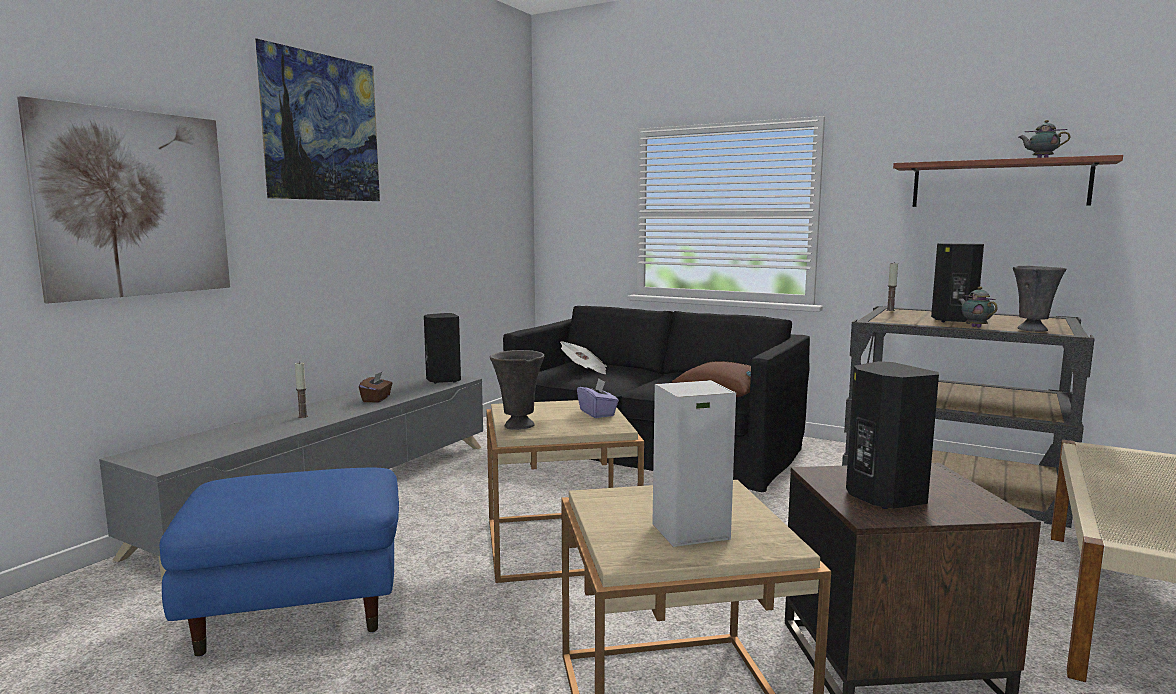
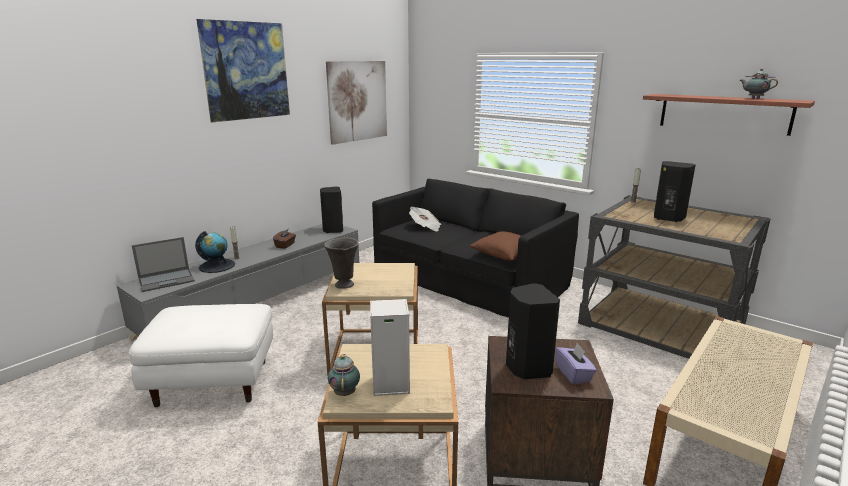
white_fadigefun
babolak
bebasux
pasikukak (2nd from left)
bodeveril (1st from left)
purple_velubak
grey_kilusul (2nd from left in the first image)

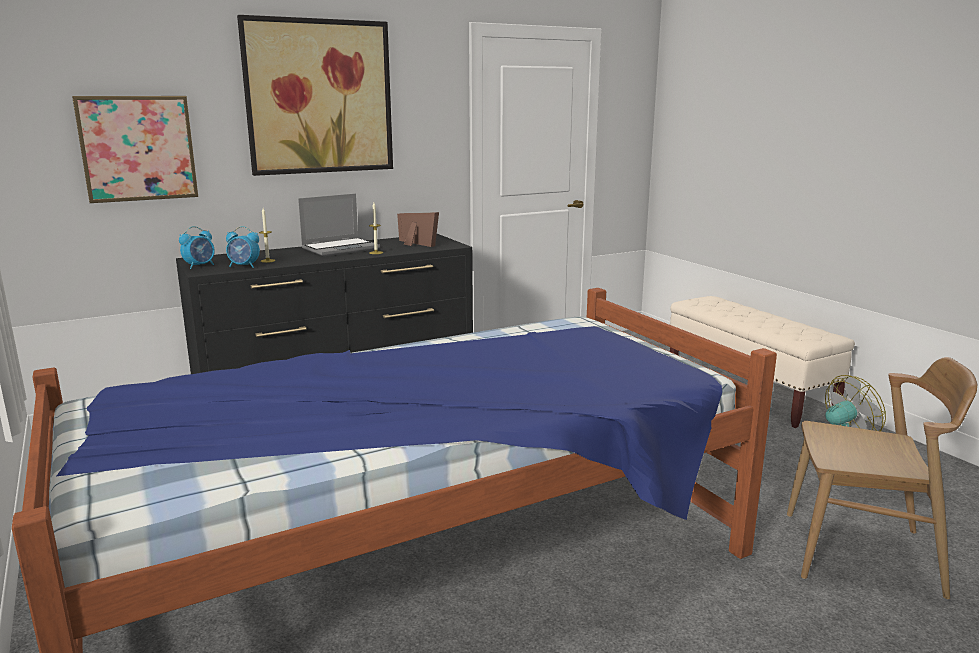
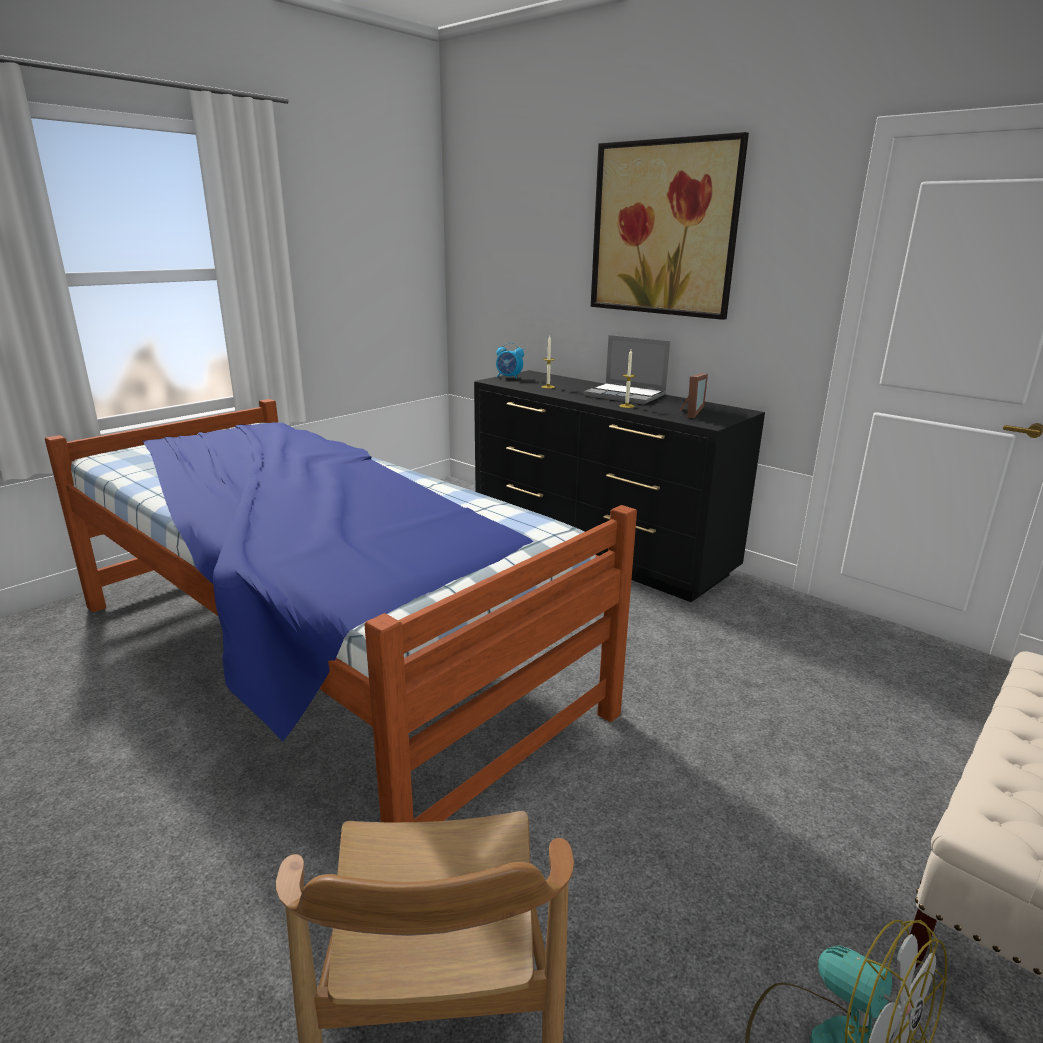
pasikukak (1st from left in the first image)
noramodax (2nd from left in the first image)

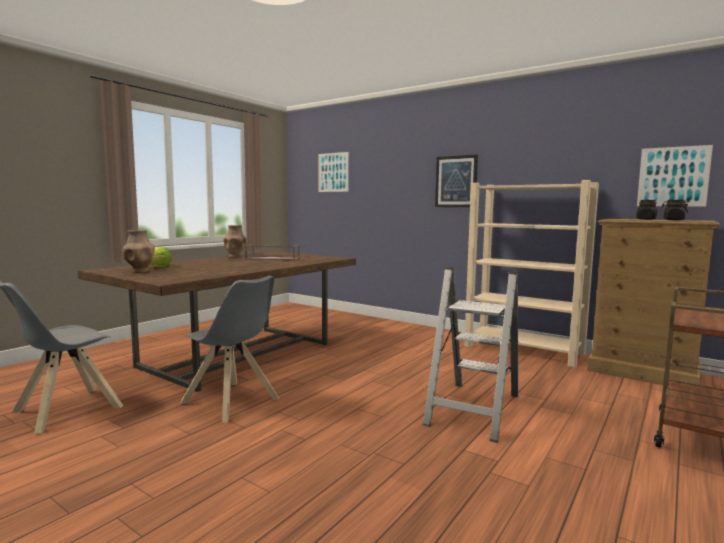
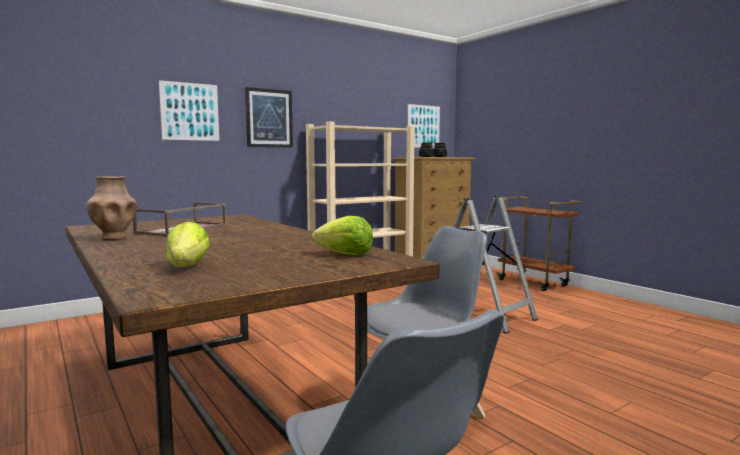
pasikukak (1st from left)
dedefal (2nd from left)
brown_kilusul (1st from left in the first image)

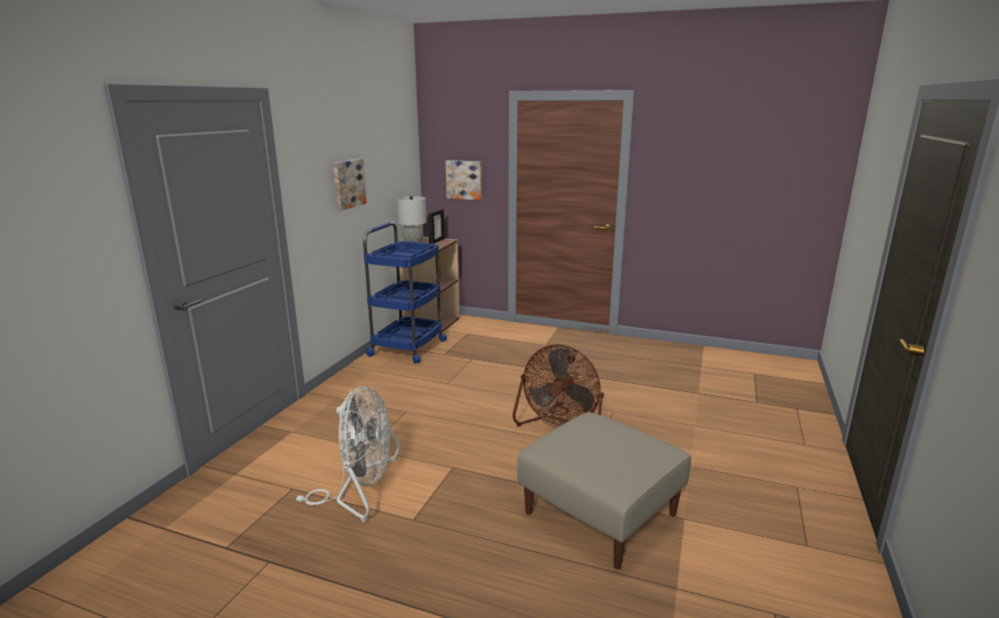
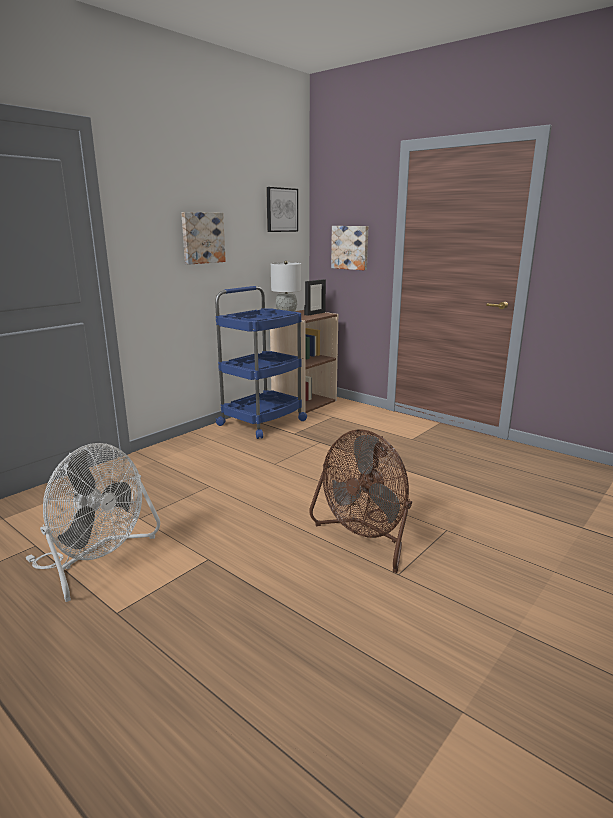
pasikukak (2nd from left)
beige_fadigefun

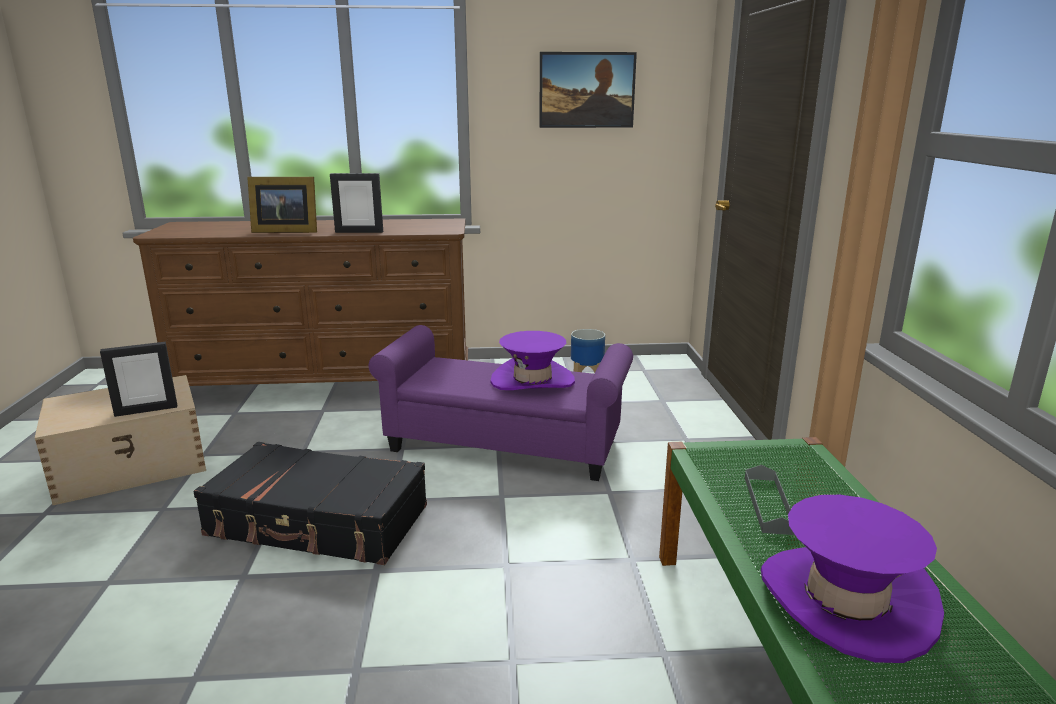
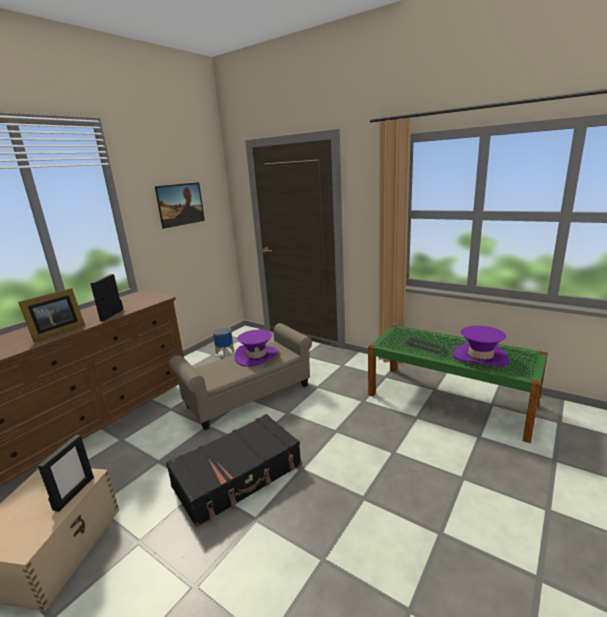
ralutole (3rd from left)
beige_fadigefun

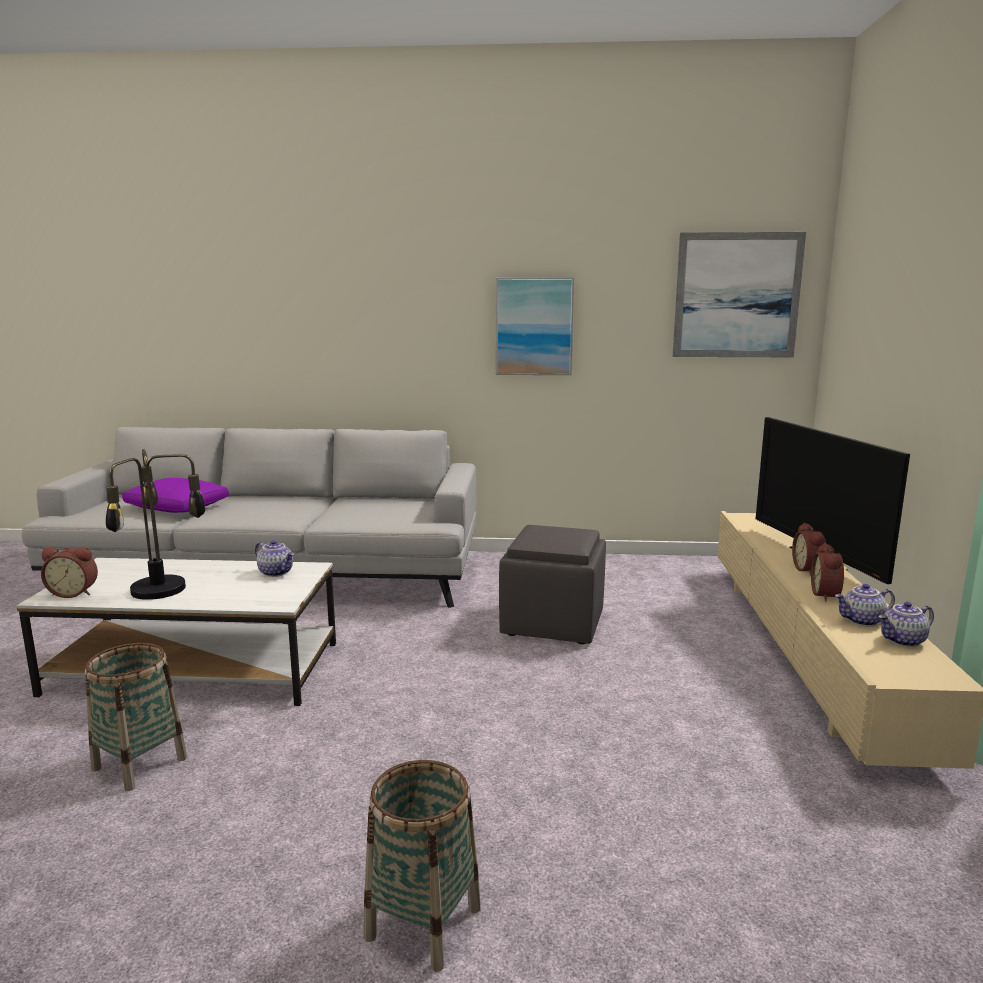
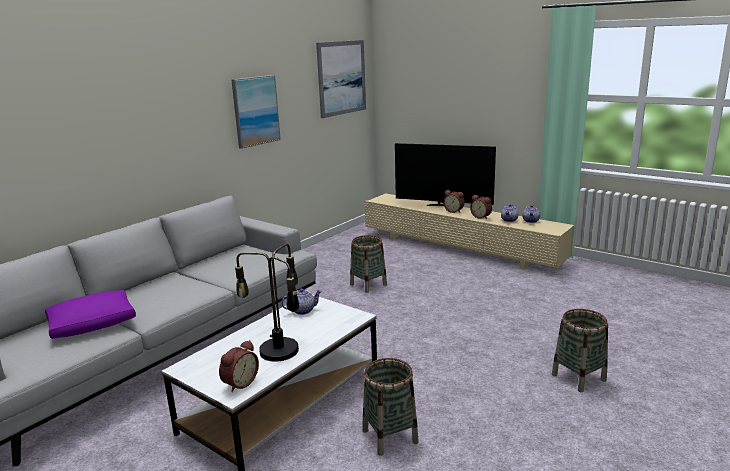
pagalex (1st from left)

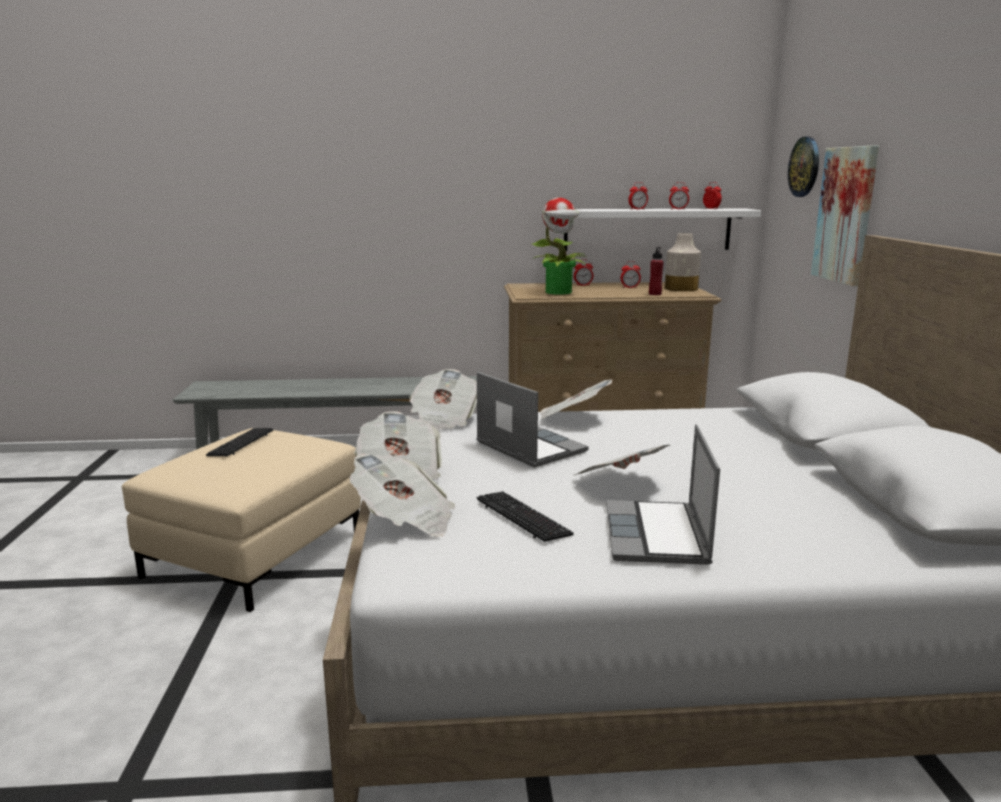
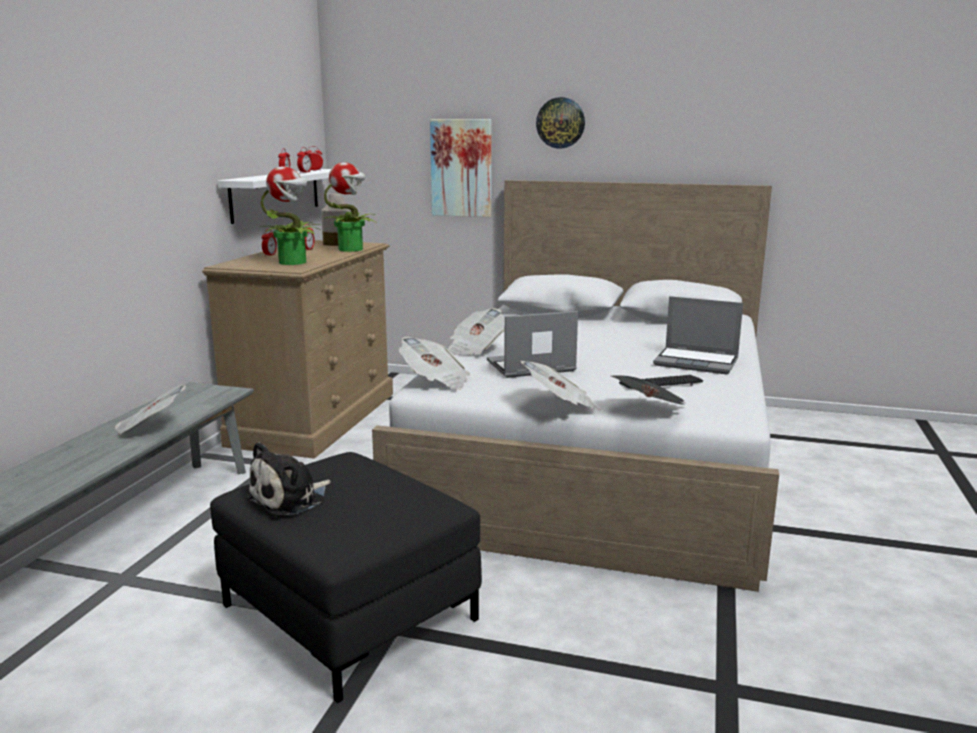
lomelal (1st from left)
black_fadigefun
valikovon
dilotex (2nd from left)
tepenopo

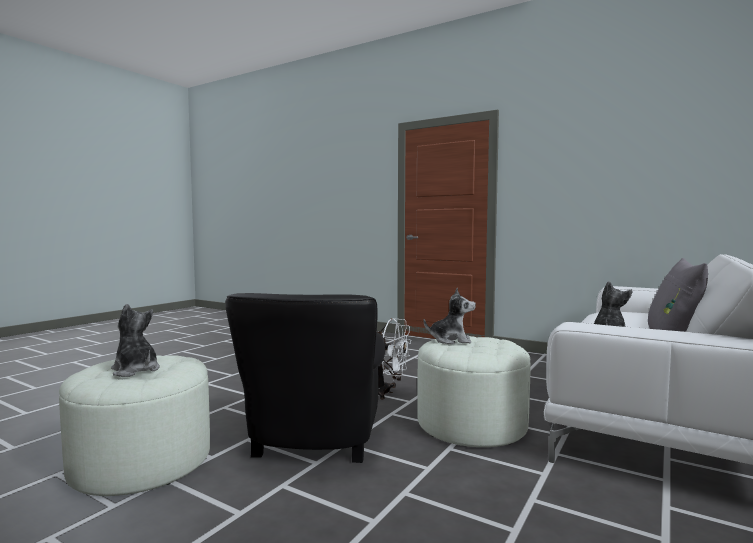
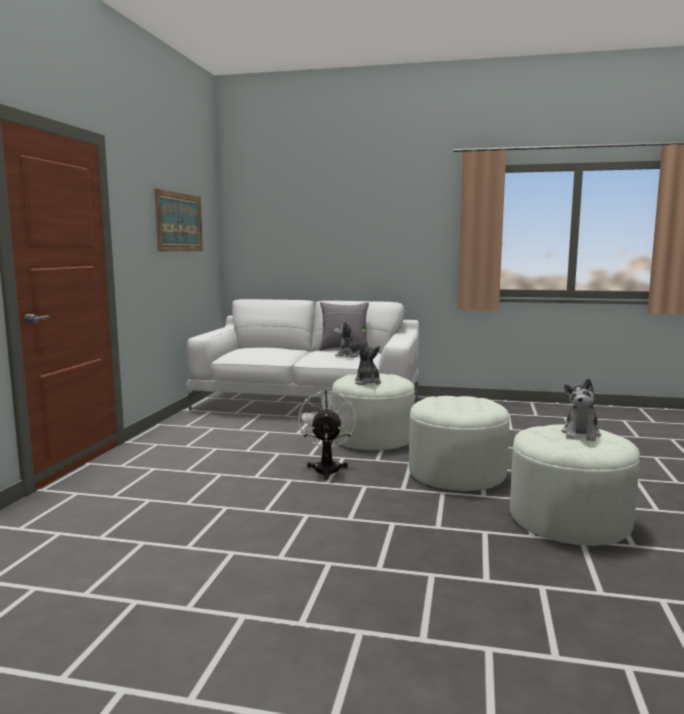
pasikukak
white_fadigefun (2nd from left)

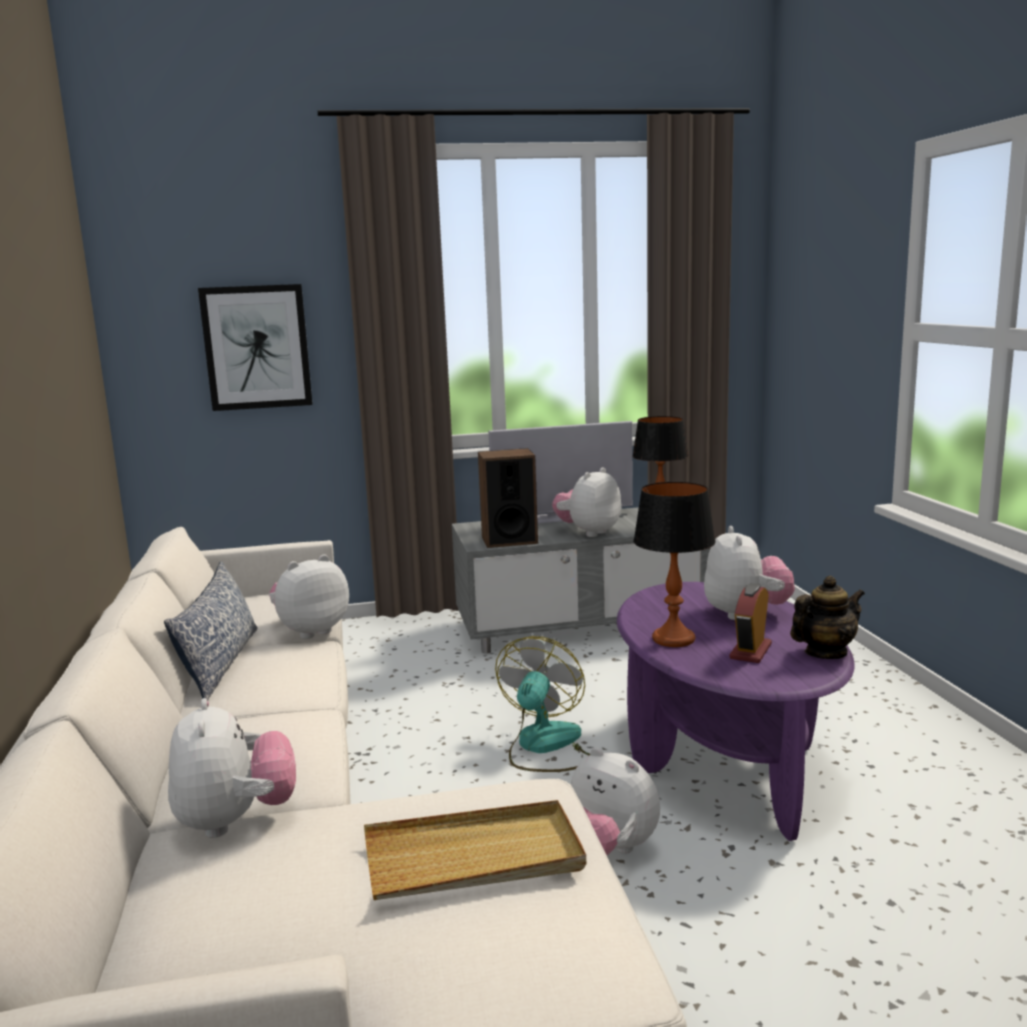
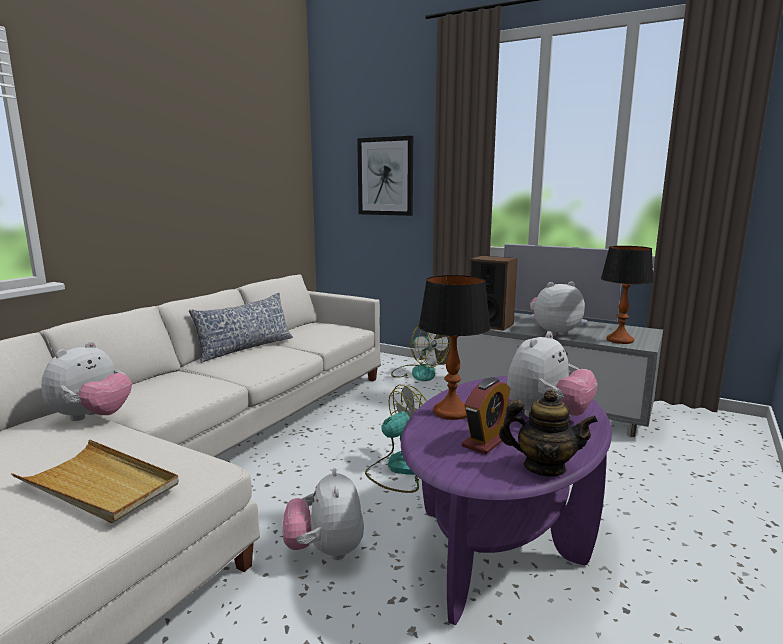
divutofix (2nd from left)
noramodax
valikovon (2nd from left in the first image)

